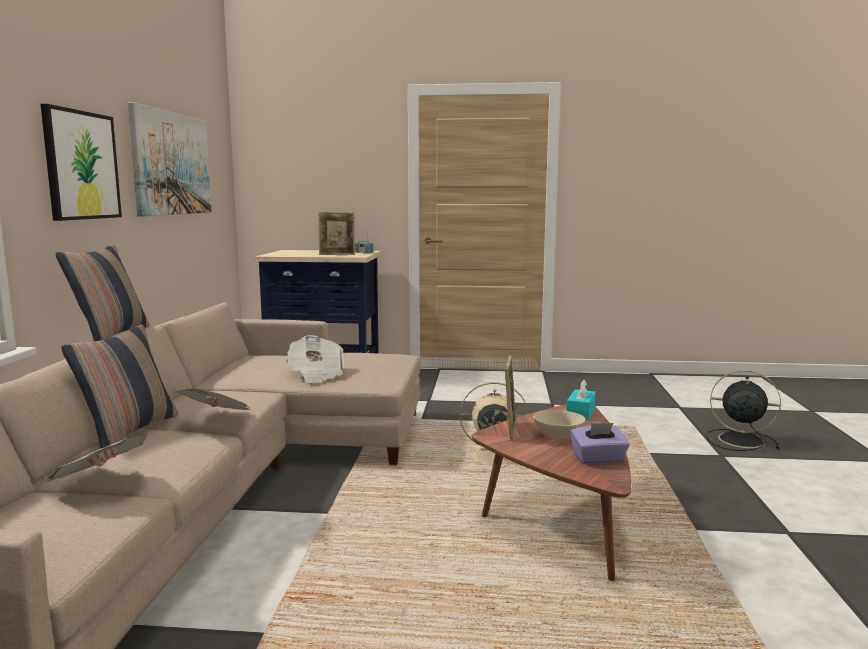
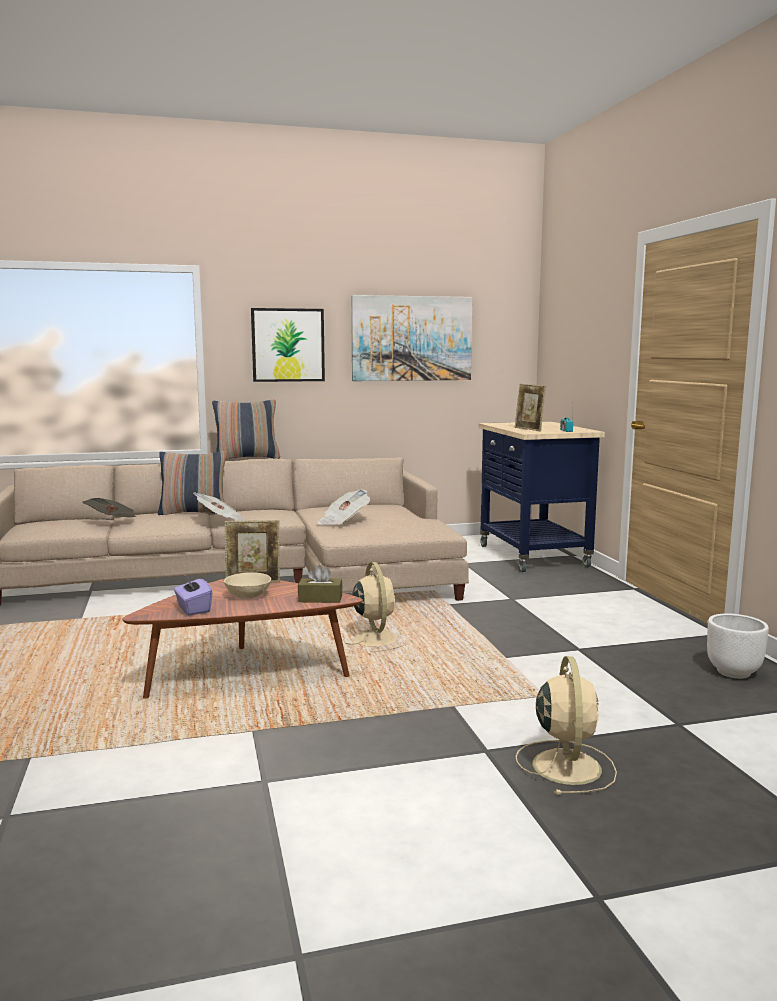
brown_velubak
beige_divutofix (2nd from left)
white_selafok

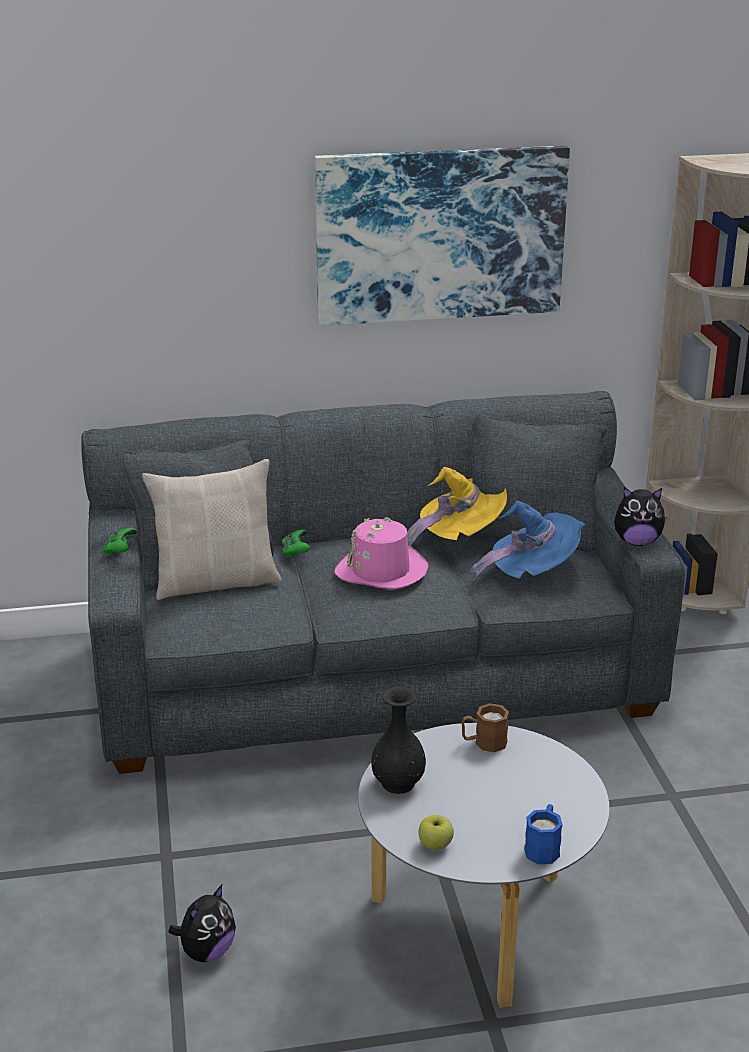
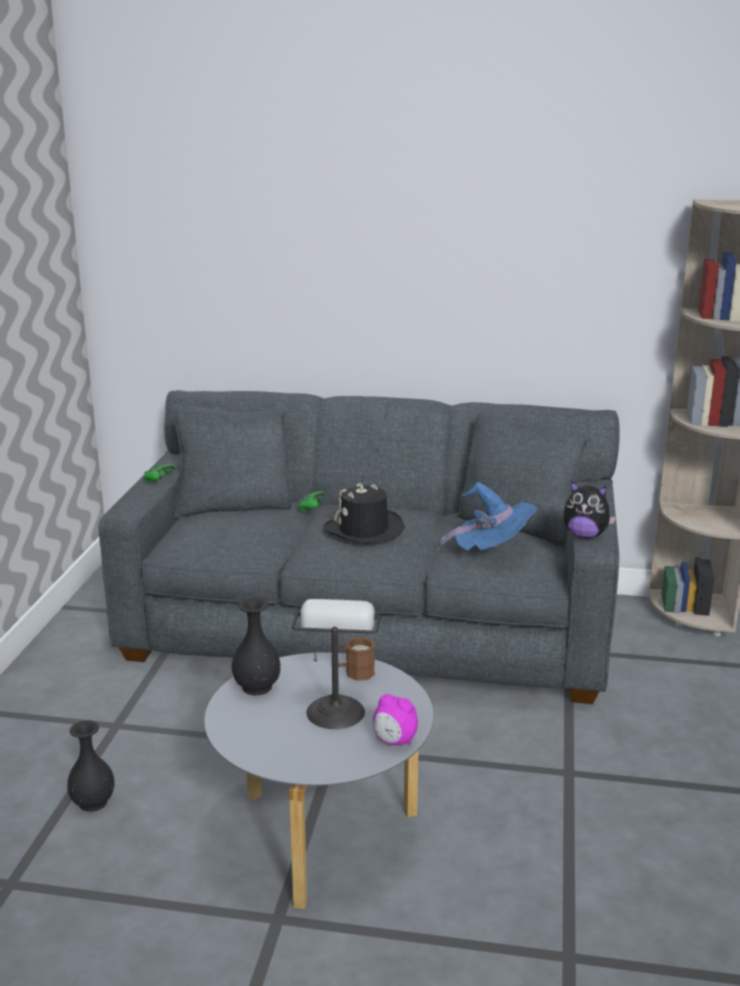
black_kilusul (1st from left)
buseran
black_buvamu
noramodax
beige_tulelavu
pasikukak
yellow_buvamu
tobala
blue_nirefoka

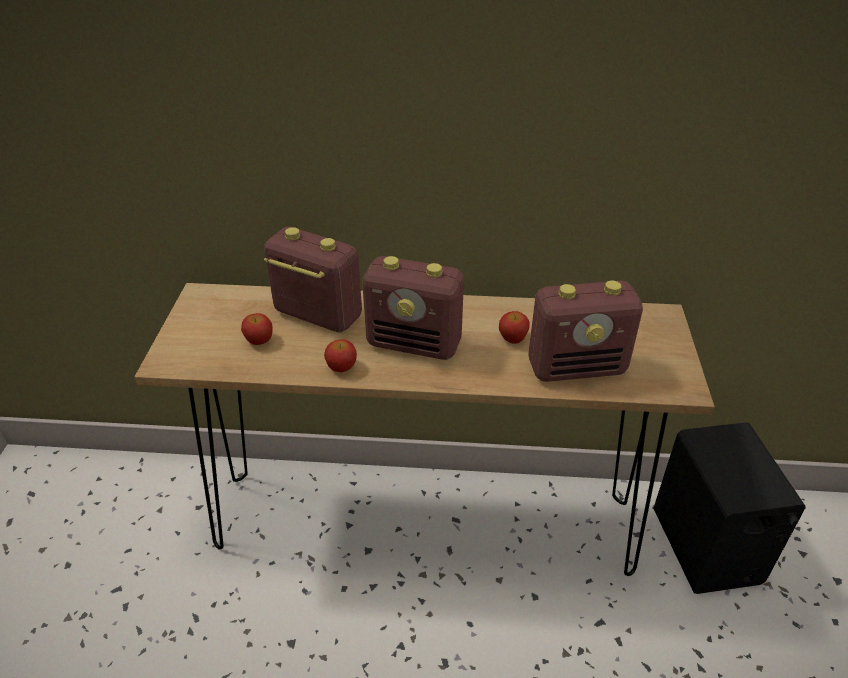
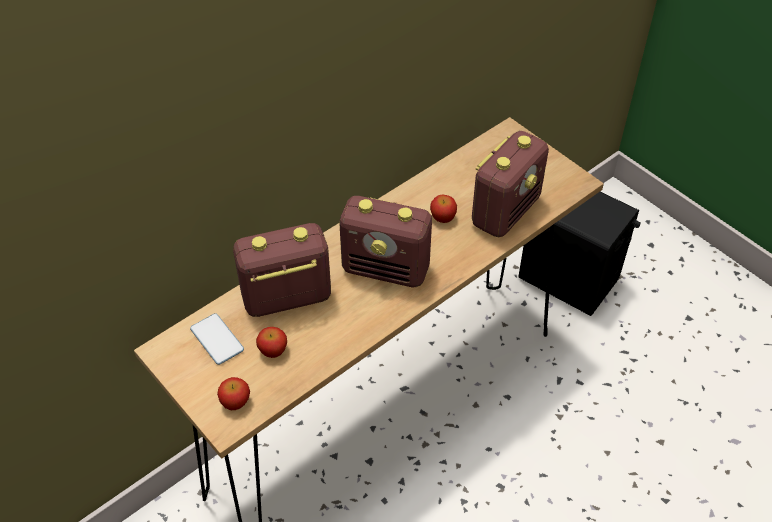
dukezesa
tobala (1st from left)
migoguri (2nd from left)

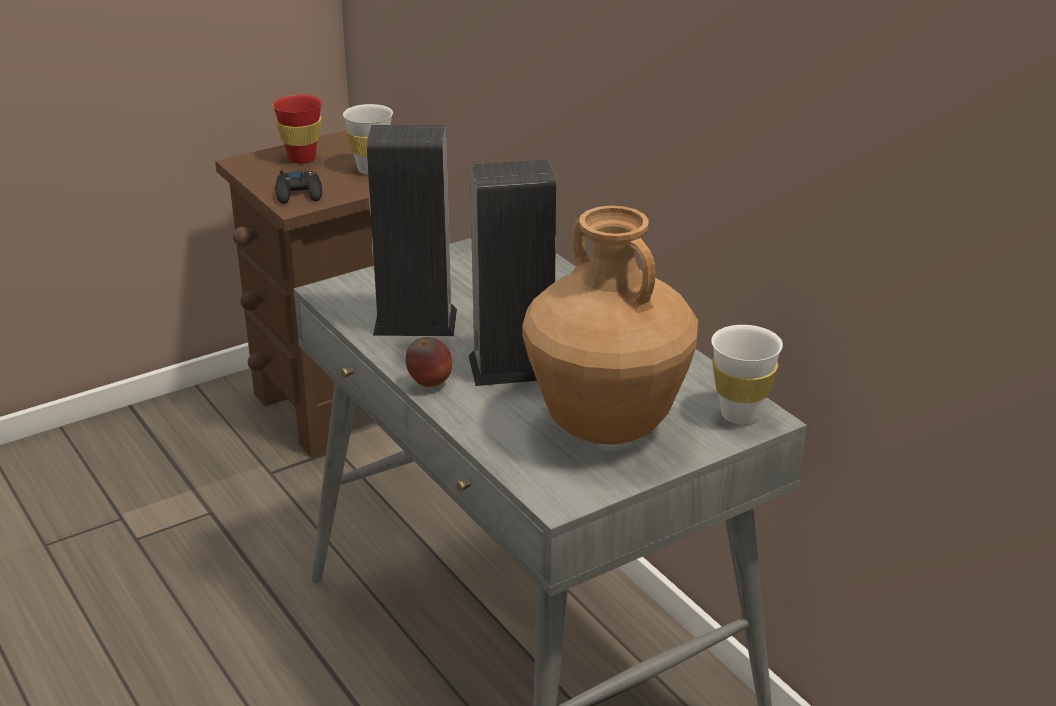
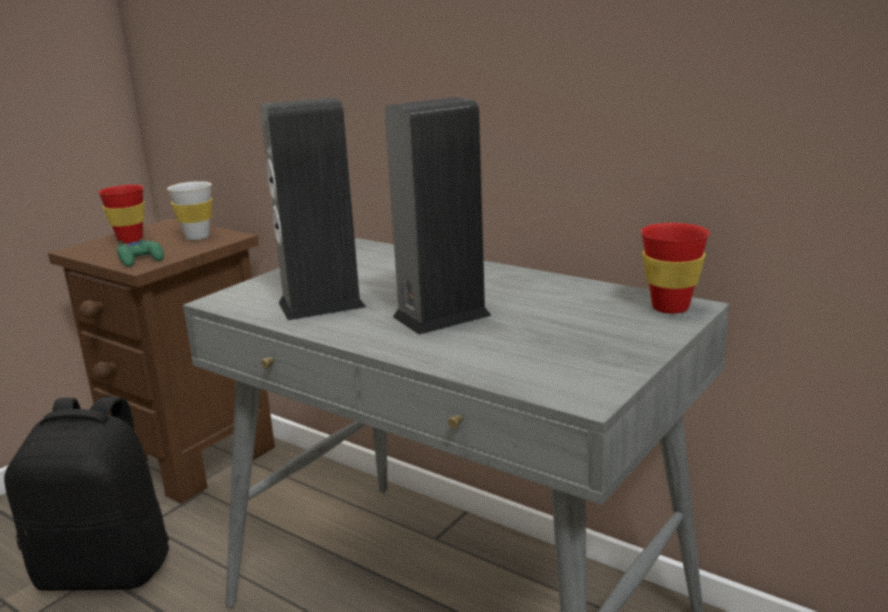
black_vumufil
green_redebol
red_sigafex (2nd from left)
tobala
brown_kilusul

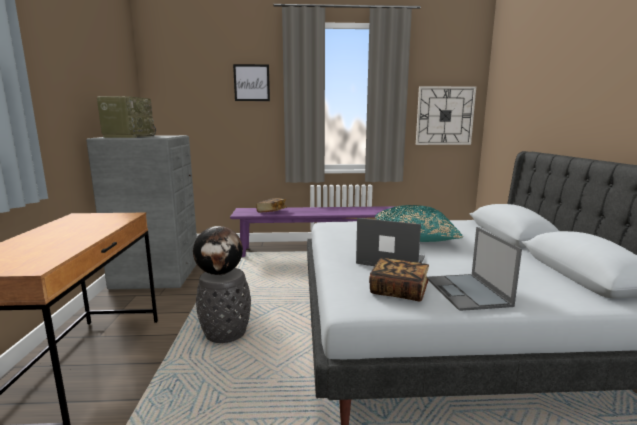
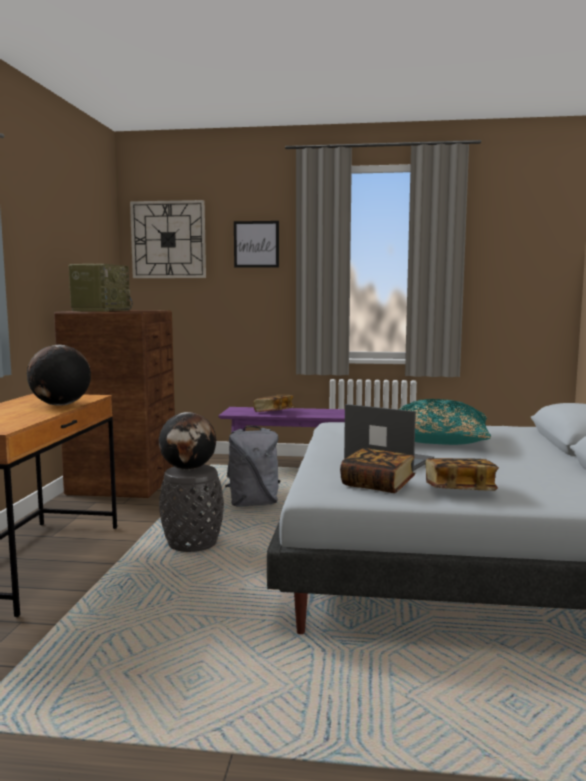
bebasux (1st from left)
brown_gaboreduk
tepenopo
grey_vumufil
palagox (3rd from left)

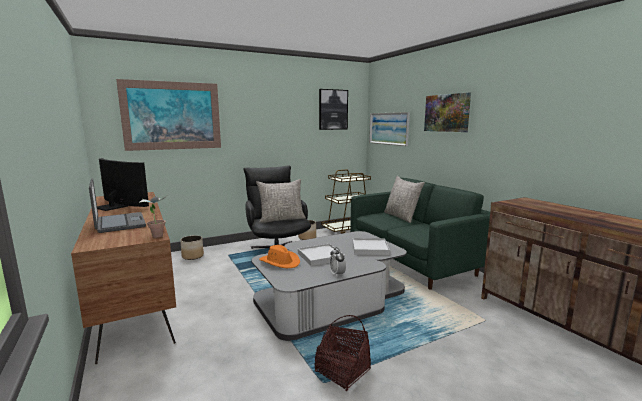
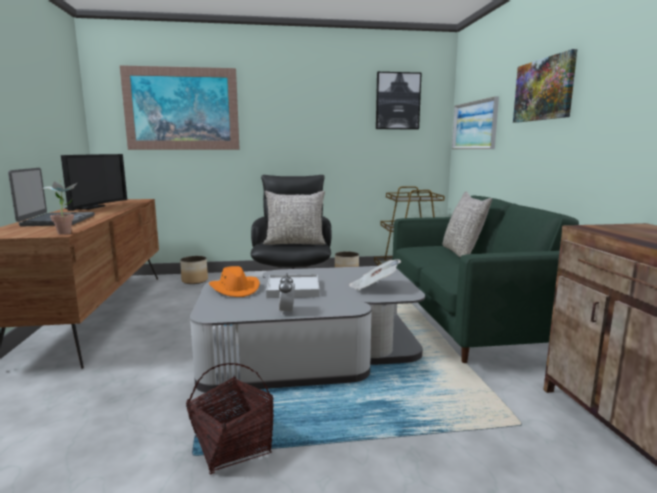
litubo
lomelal

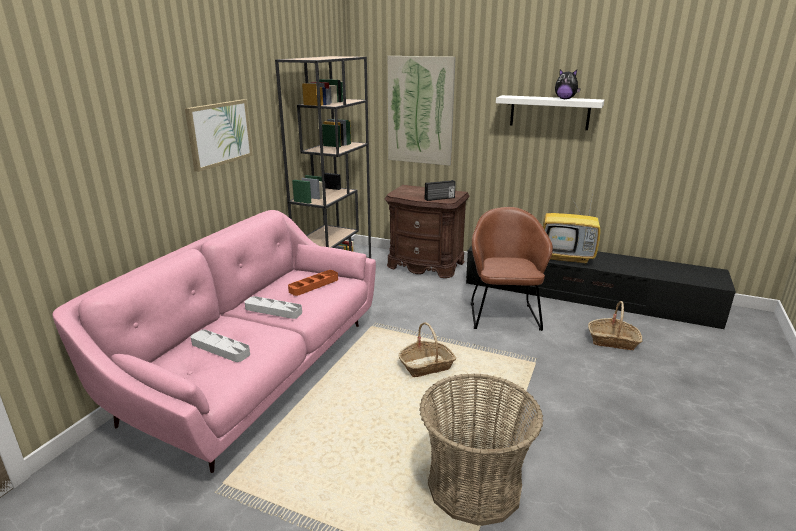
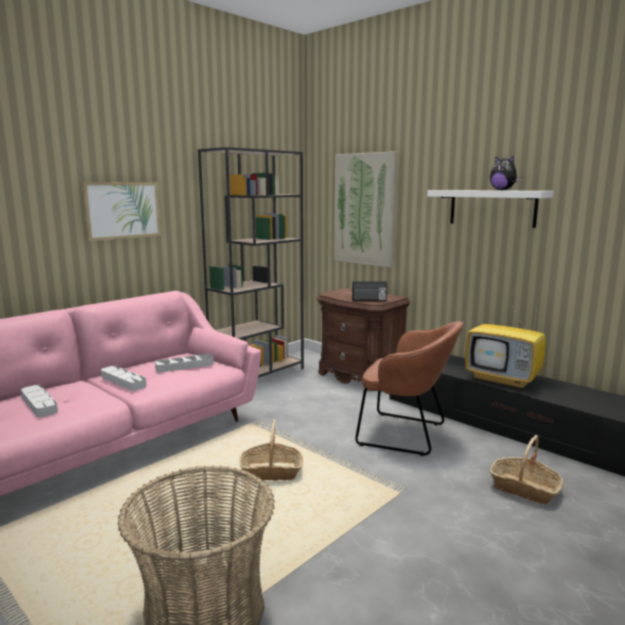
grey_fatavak (3rd from left)
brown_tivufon

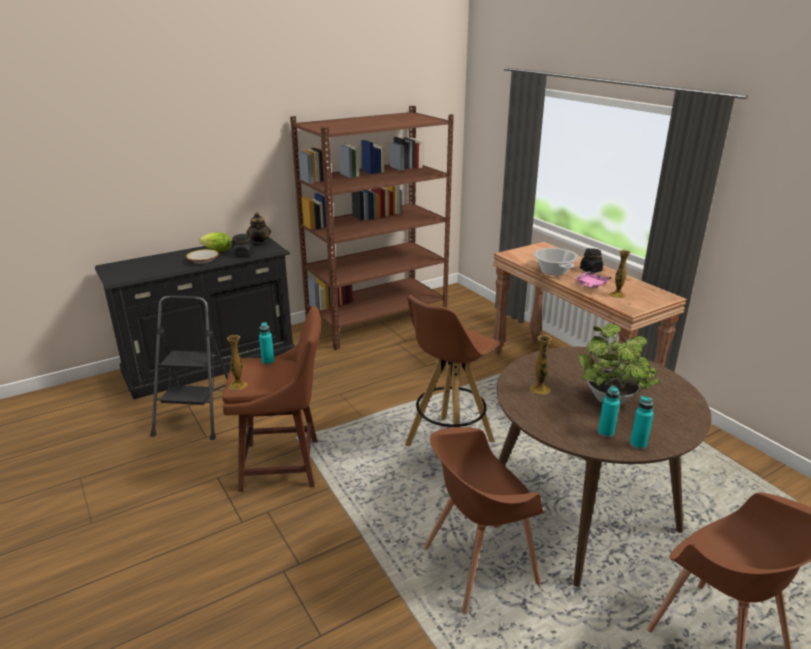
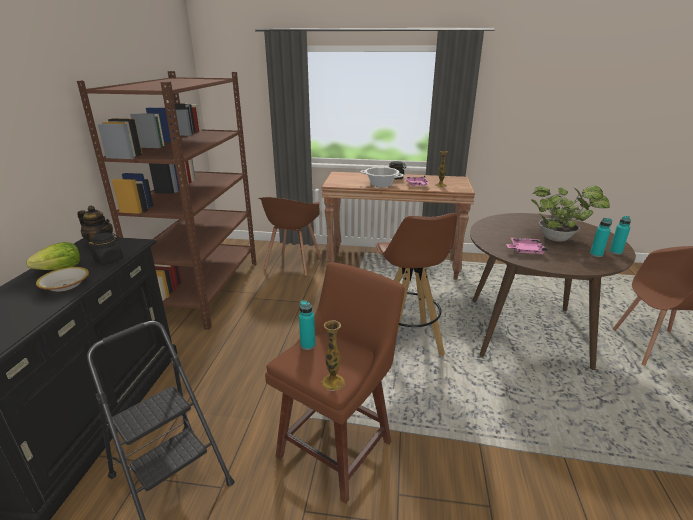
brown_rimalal (1st from left)
pink_fatavak (2nd from left)

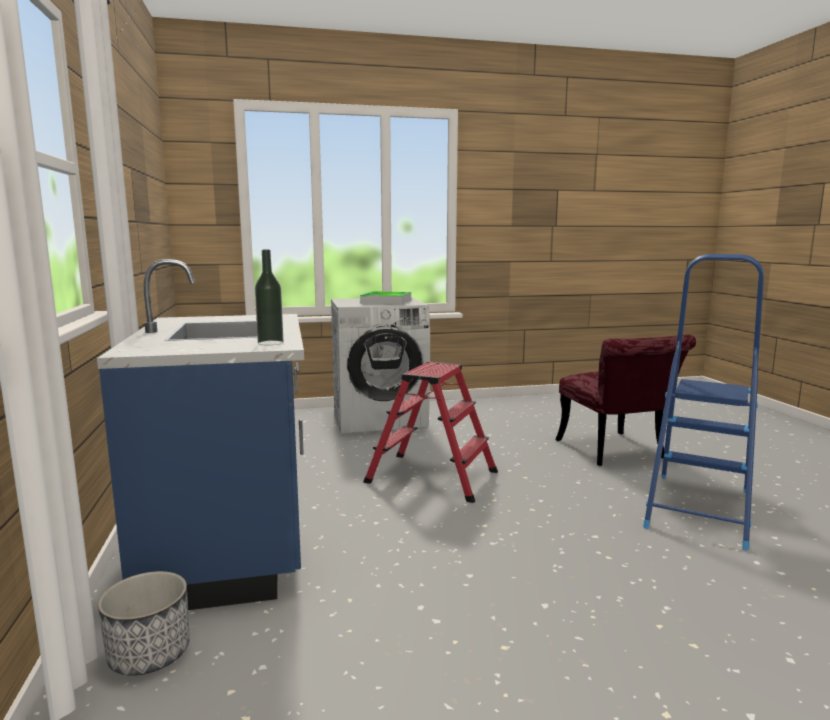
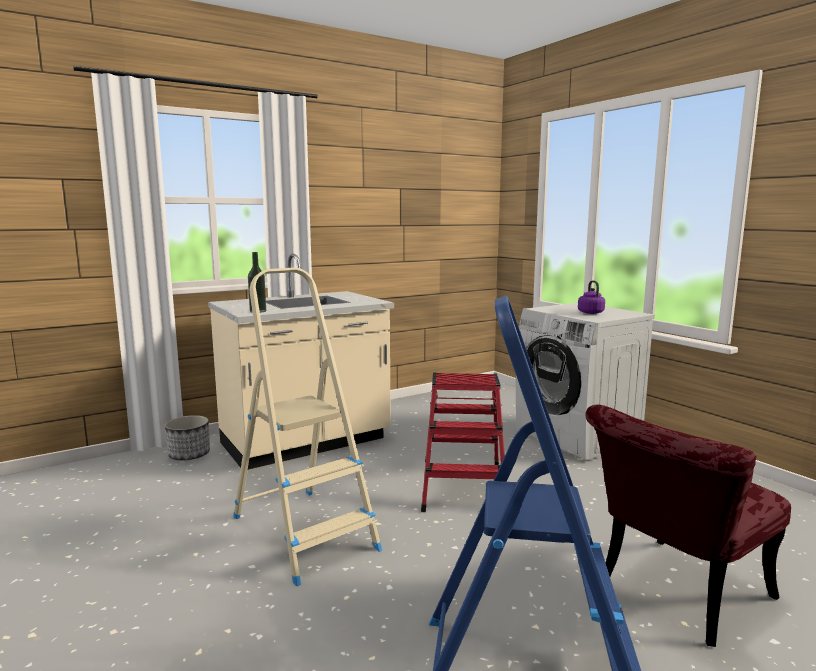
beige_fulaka
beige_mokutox
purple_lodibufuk

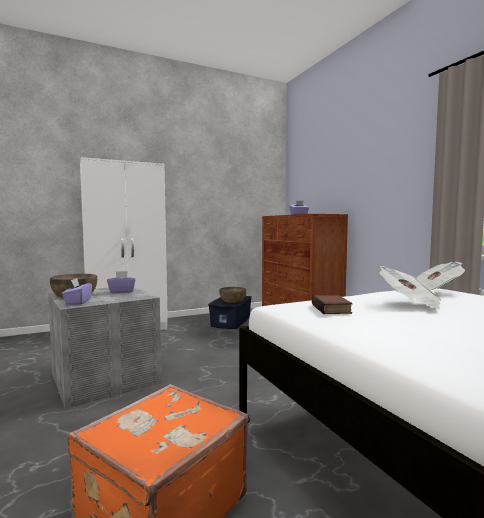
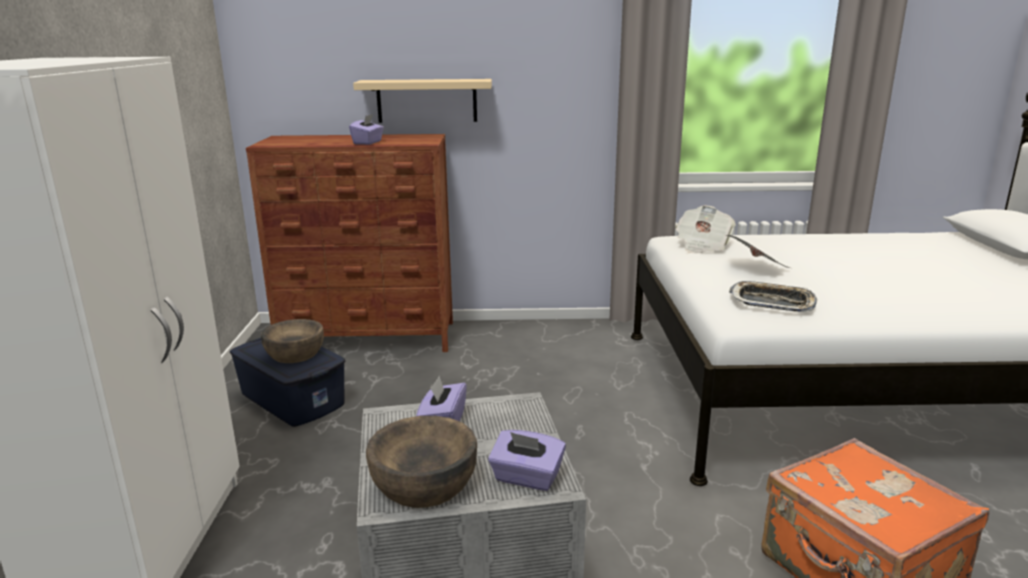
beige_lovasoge
fatavak

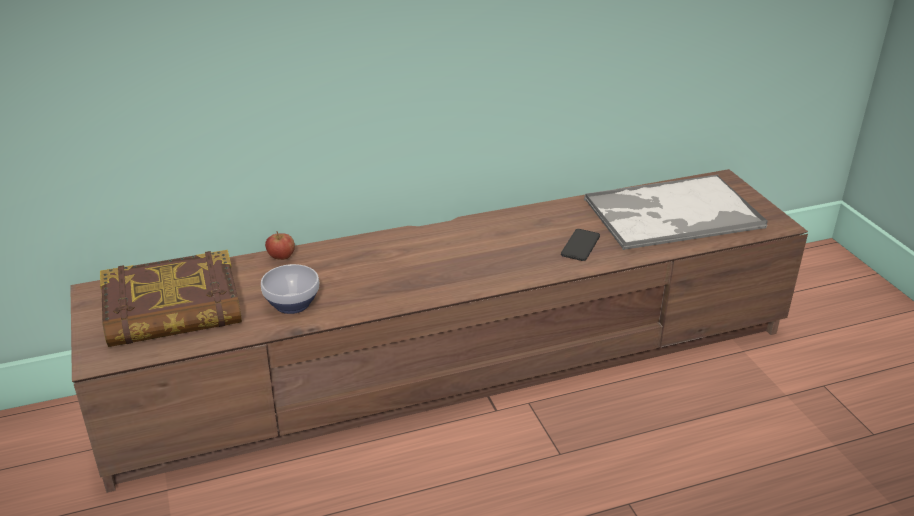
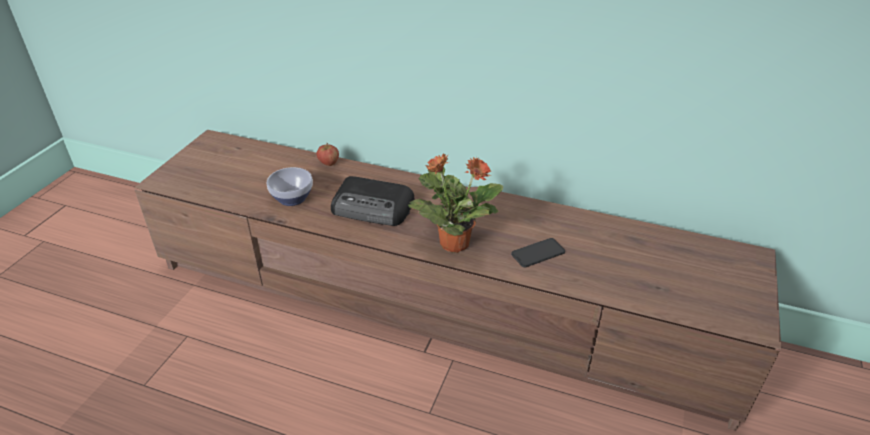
migoguri
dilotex
palagox
fatavak

